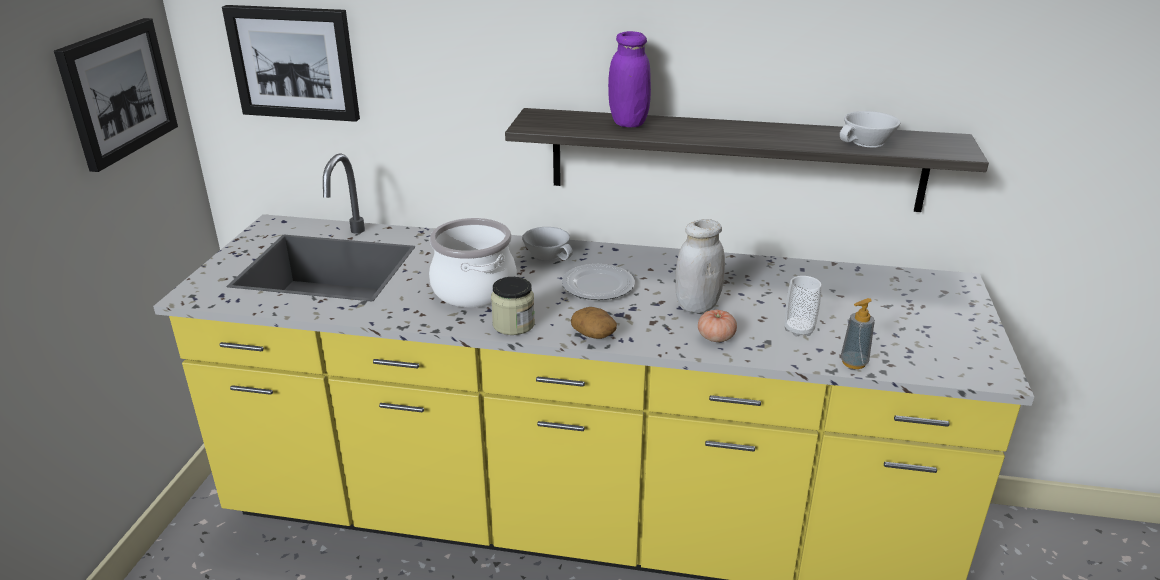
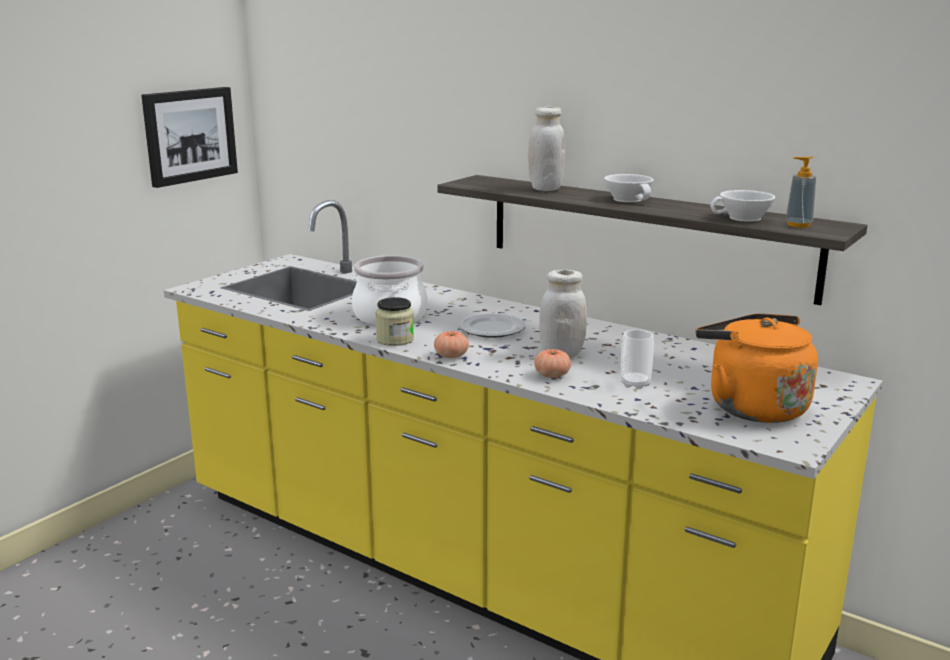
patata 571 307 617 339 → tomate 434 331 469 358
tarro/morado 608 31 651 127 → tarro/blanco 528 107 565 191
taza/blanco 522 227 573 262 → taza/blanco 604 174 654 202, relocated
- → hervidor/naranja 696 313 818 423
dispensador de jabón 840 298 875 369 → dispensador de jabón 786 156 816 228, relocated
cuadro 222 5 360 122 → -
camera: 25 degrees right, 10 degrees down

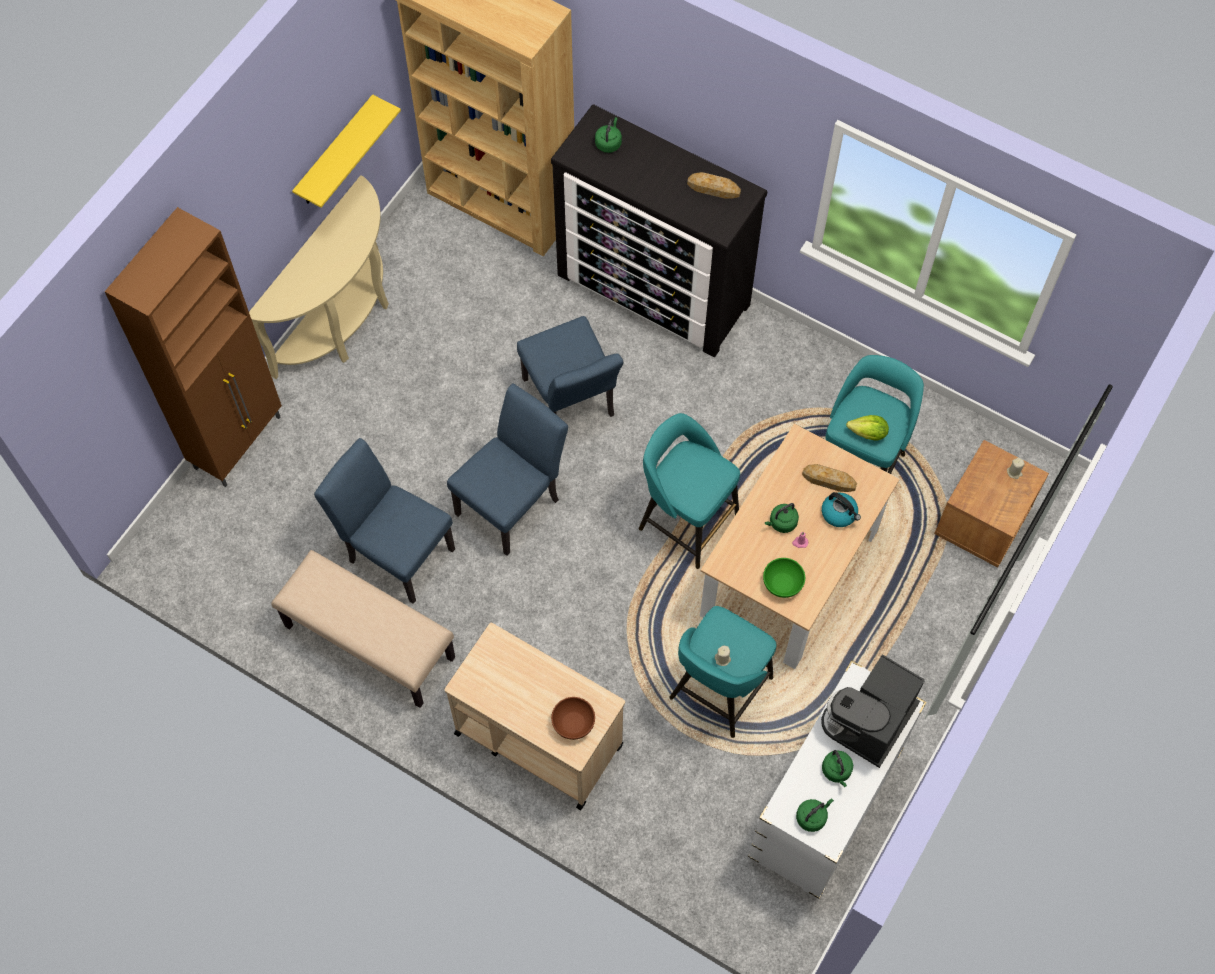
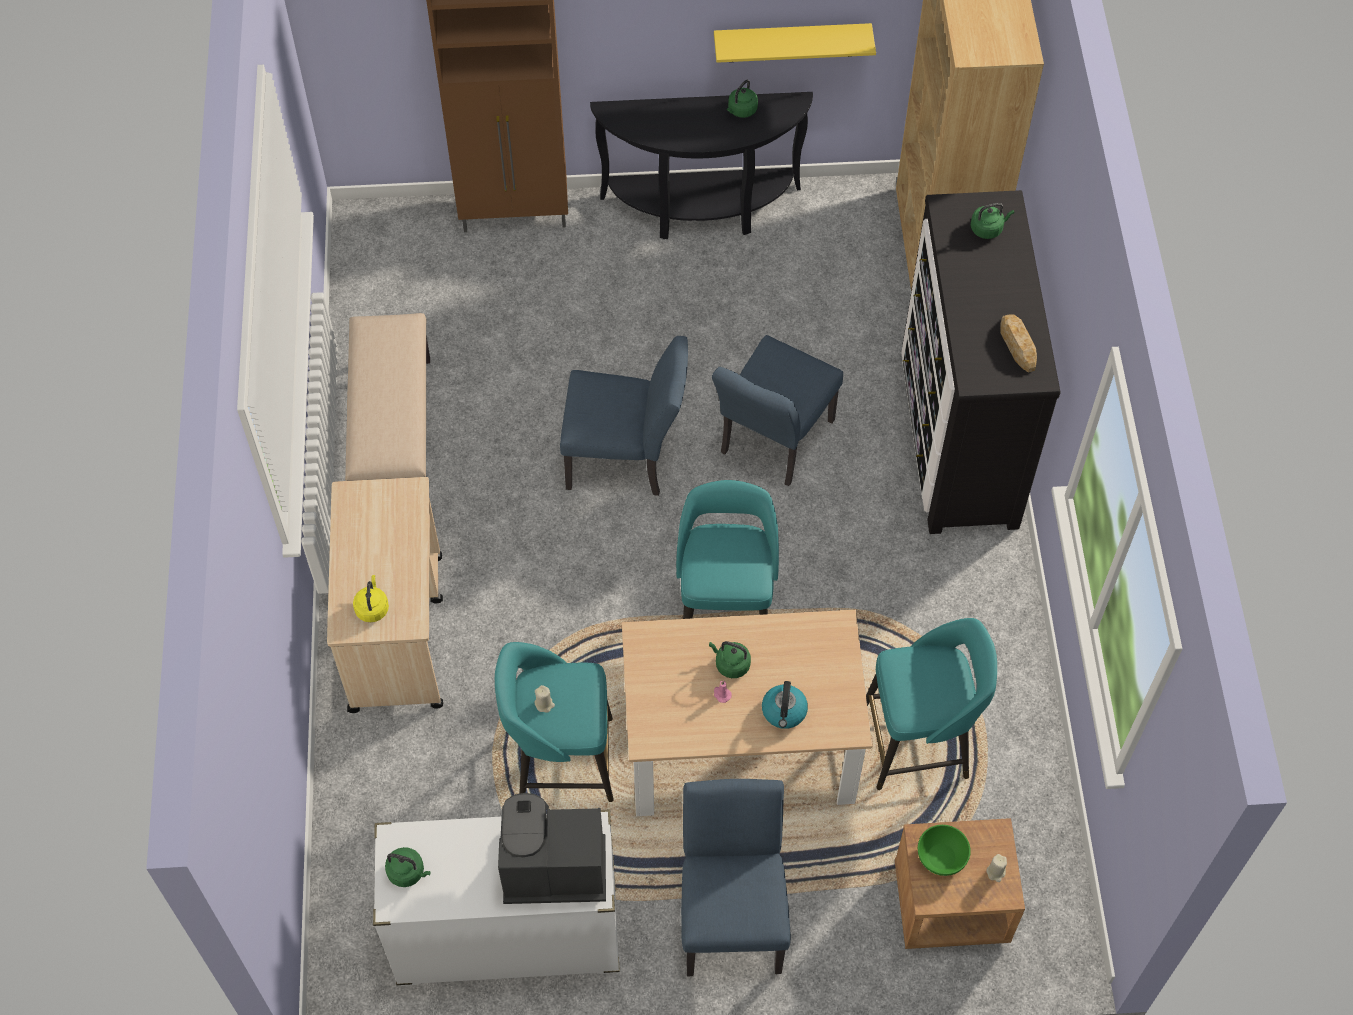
cuenco/marrón 551 697 595 740 → hervidor/amarillo 353 575 389 622
mesa consola/beis 249 175 389 379 → mesa consola/negro 590 92 813 239
silla/azul 314 438 455 604 → silla/azul 681 779 791 976, relocated
hervidor/verde 822 750 853 787 → hervidor/verde 727 80 758 118, relocated
cuenco/verde 763 558 805 598 → cuenco/verde 918 825 971 876, relocated
pan 802 464 857 492 → -
lechuga 846 415 889 441 → -
camera: 55 degrees right, 5 degrees down

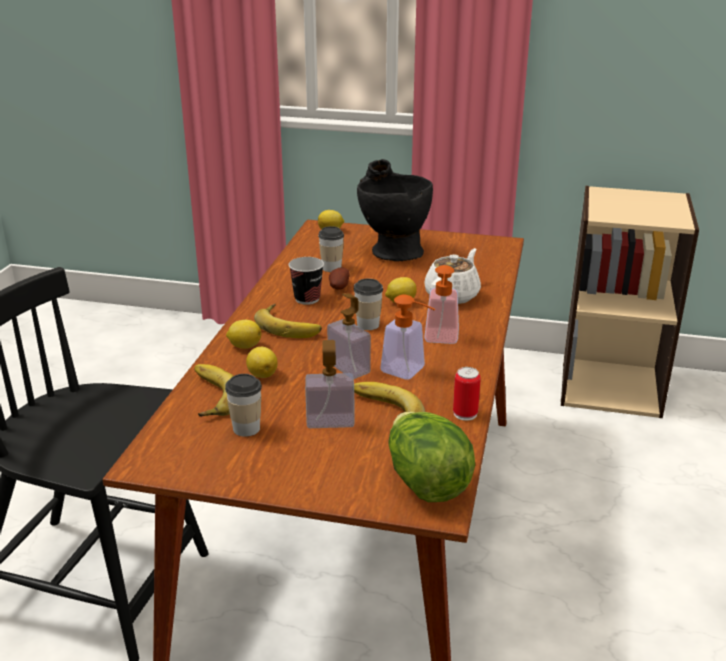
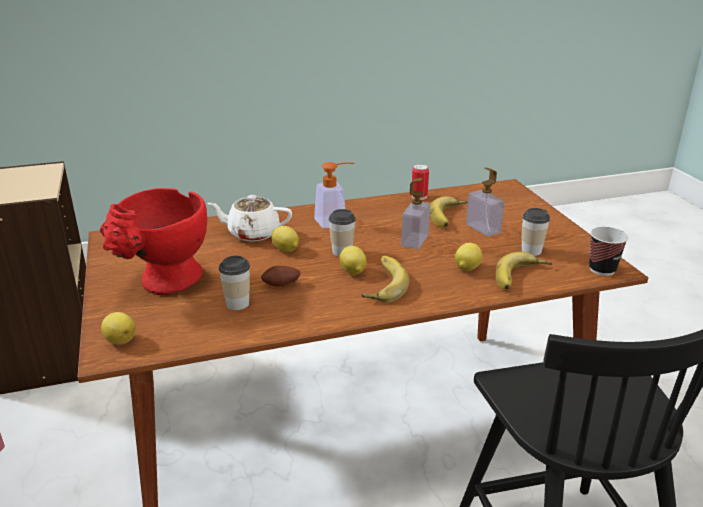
florero/negro 357 159 433 261 → florero/rojo 100 188 207 295
limón 226 320 261 349 → limón 339 246 367 275, relocated
taza 289 257 324 305 → taza 589 227 628 276, relocated
dispensador de jabón 380 294 435 380 → -
lechuga 388 412 475 502 → -
camera: 120 degrees left, 0 degrees up

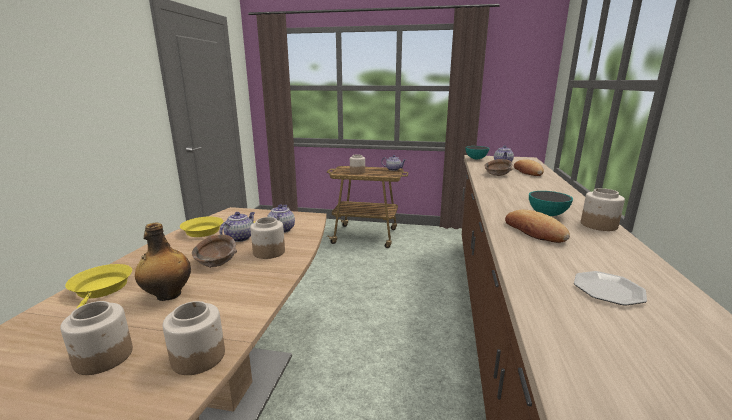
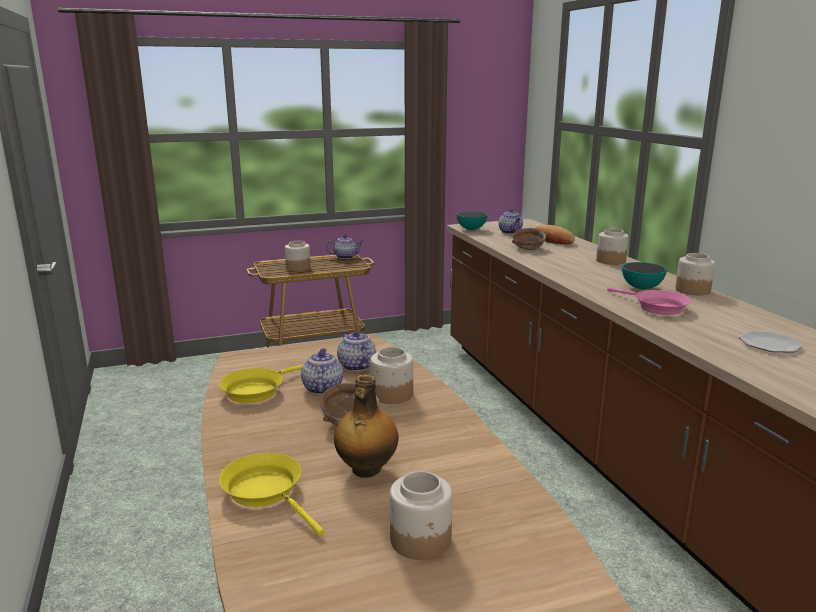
tarro 162 301 225 375 → tarro 596 228 629 265, relocated
pan 505 210 570 243 → sartén/rosa 607 287 691 315
camera: 30 degrees left, 0 degrees up

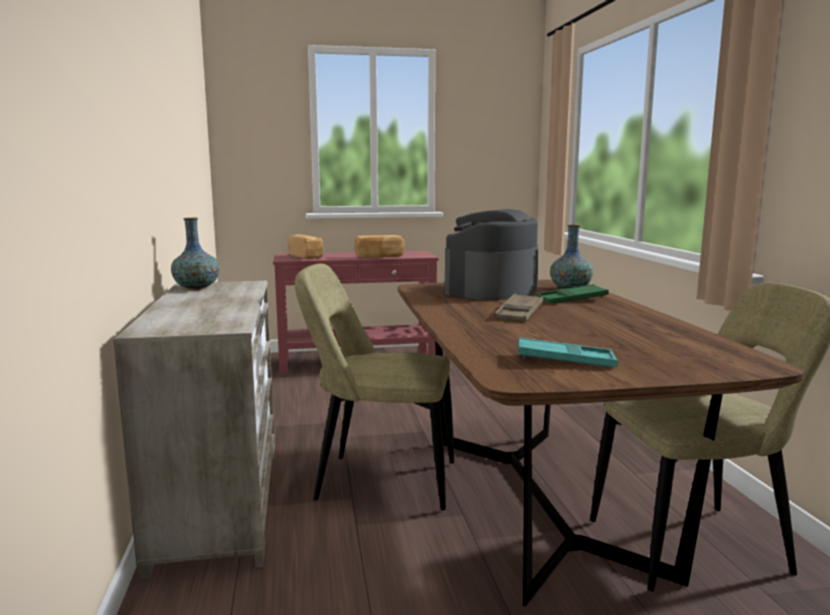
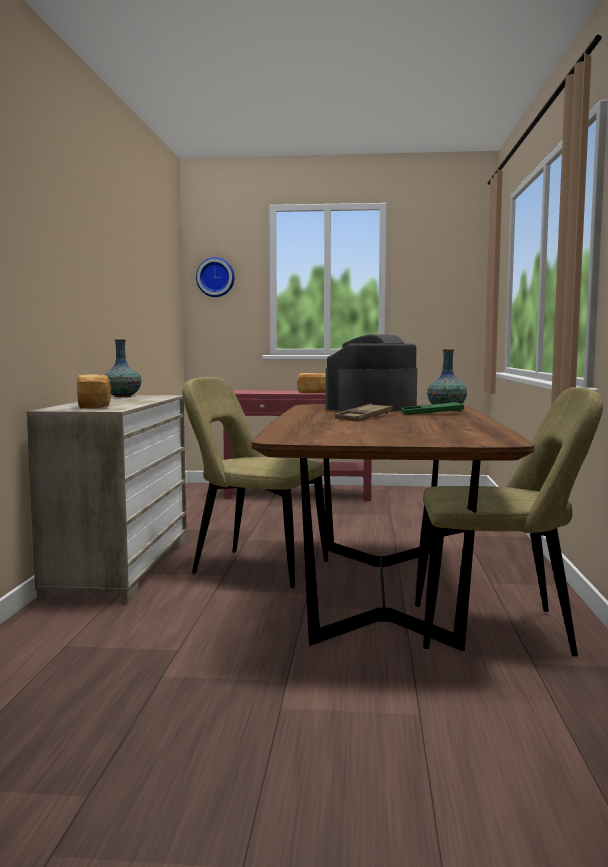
pan 288 235 323 259 → pan 77 374 111 409, relocated
- → reloj de pared 196 257 235 297
bandeja/turquesa 518 337 618 367 → -
camera: 15 degrees right, 5 degrees down

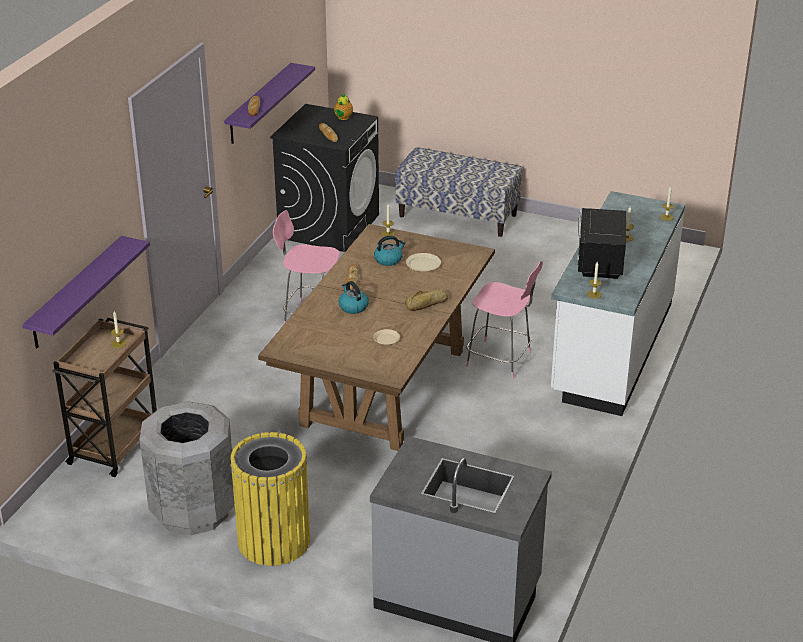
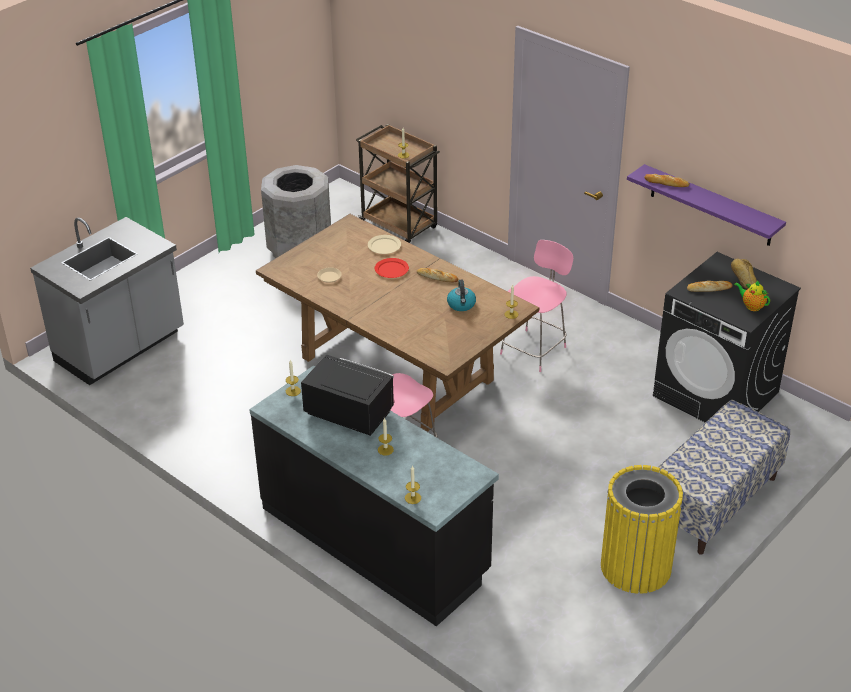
mueble bajo de cocina/blanco 551 191 685 416 → mueble bajo de cocina/negro 249 366 499 626
plato/beis 406 253 441 271 → plato/beis 368 235 401 254, relocated
hervidor 338 281 369 314 → plato/rojo 375 258 409 278
papelera/amarillo 230 432 310 566 → papelera/amarillo 601 465 683 594, relocated
pan 405 289 448 311 → pan 731 258 757 289, relocated
estante/morado 22 236 150 348 → -
camera: 110 degrees right, 5 degrees up

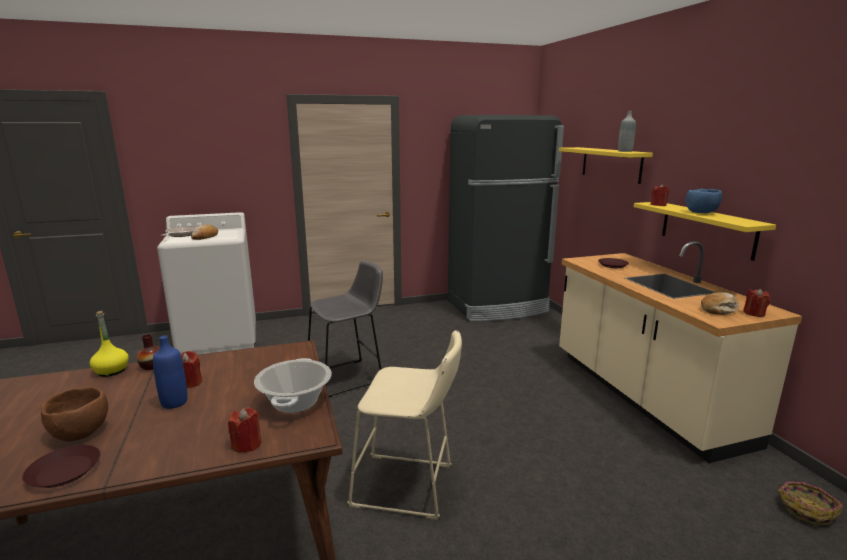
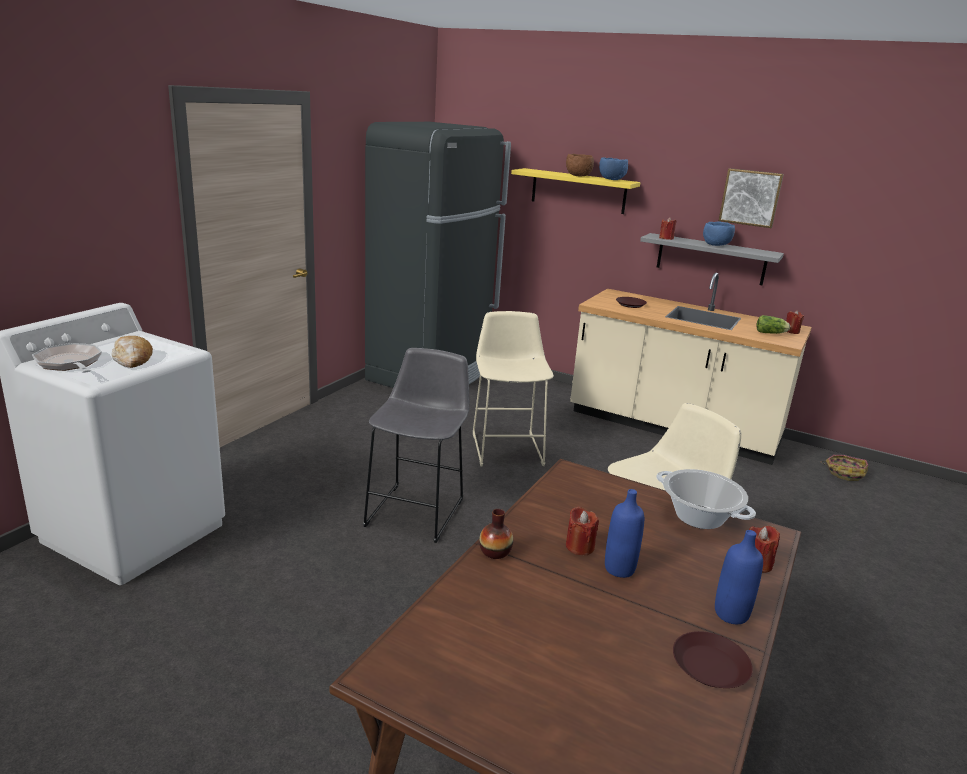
- → taburete/beis 473 311 554 467
cuenco/marrón 41 387 108 441 → cuenco/marrón 566 154 594 176, relocated
botella/gris 618 111 636 152 → cuenco/azul 599 157 628 180
estante/amarillo 634 202 776 261 → estante/gris 640 233 784 285
- → botella/azul 715 530 763 624
- → cuadro 719 168 784 228
pan 701 292 739 315 → lechuga 756 315 790 334
botella/amarillo 90 311 129 377 → -
camera: 45 degrees left, 5 degrees up

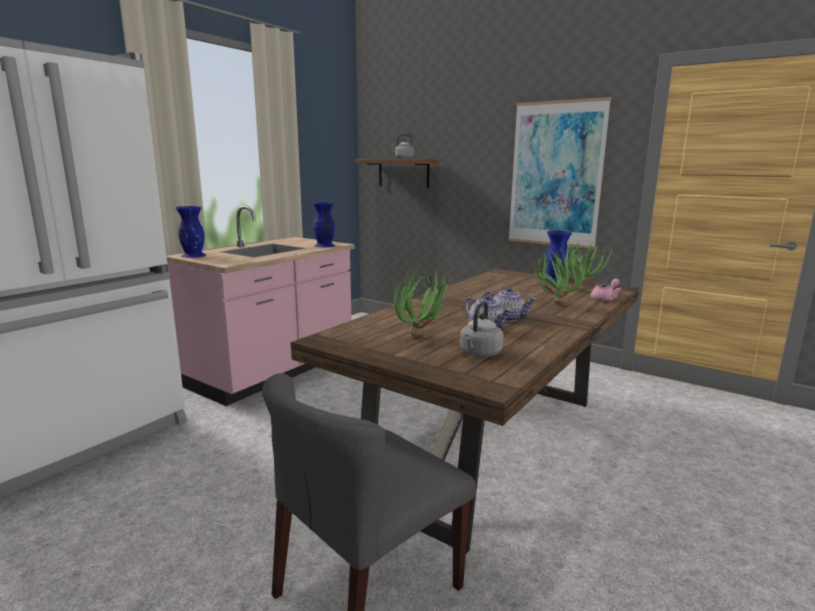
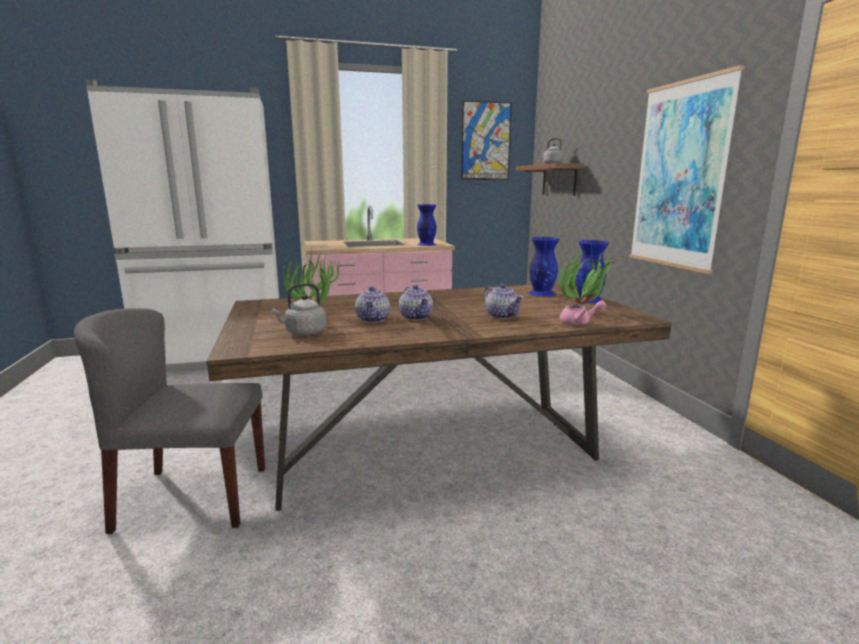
- → cuadro 461 100 512 180
planta en maceta 534 249 585 305 → tetera 483 284 524 319
florero/azul 176 206 206 258 → florero/azul 528 237 560 297, relocated
camera: 40 degrees right, 0 degrees up

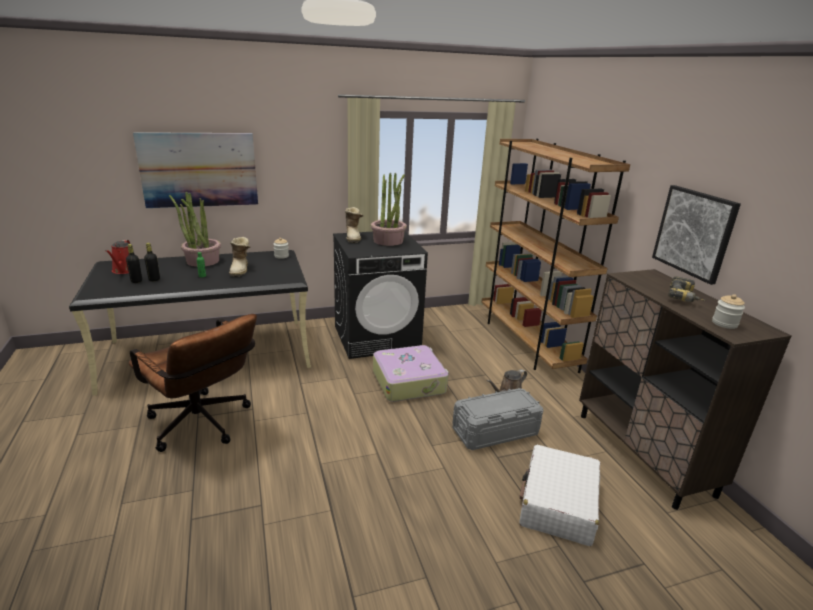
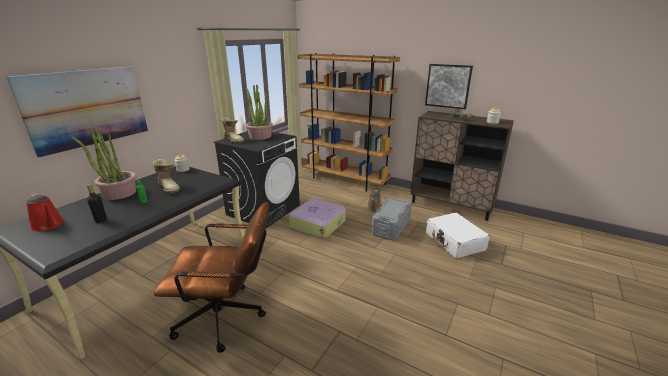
botella/negro 126 244 142 283 → -
camera: 40 degrees left, 0 degrees up

